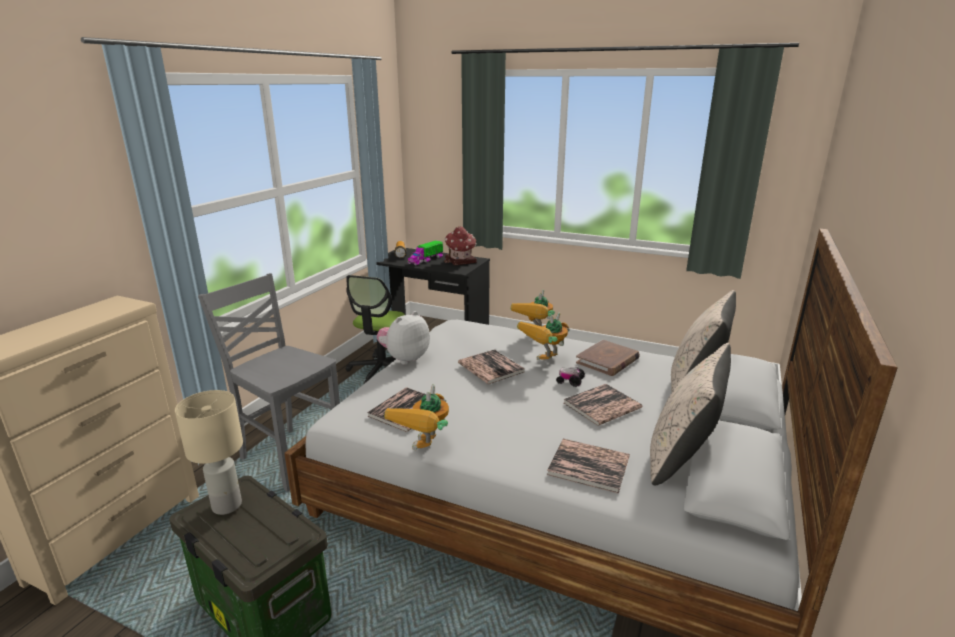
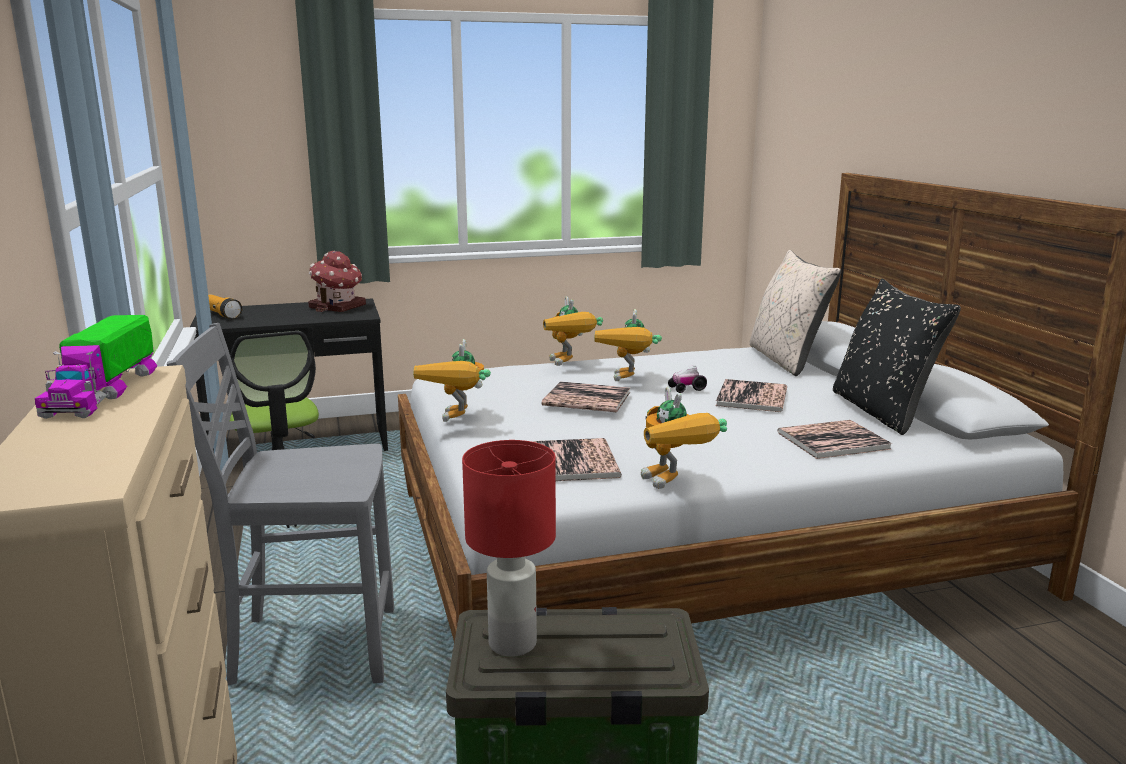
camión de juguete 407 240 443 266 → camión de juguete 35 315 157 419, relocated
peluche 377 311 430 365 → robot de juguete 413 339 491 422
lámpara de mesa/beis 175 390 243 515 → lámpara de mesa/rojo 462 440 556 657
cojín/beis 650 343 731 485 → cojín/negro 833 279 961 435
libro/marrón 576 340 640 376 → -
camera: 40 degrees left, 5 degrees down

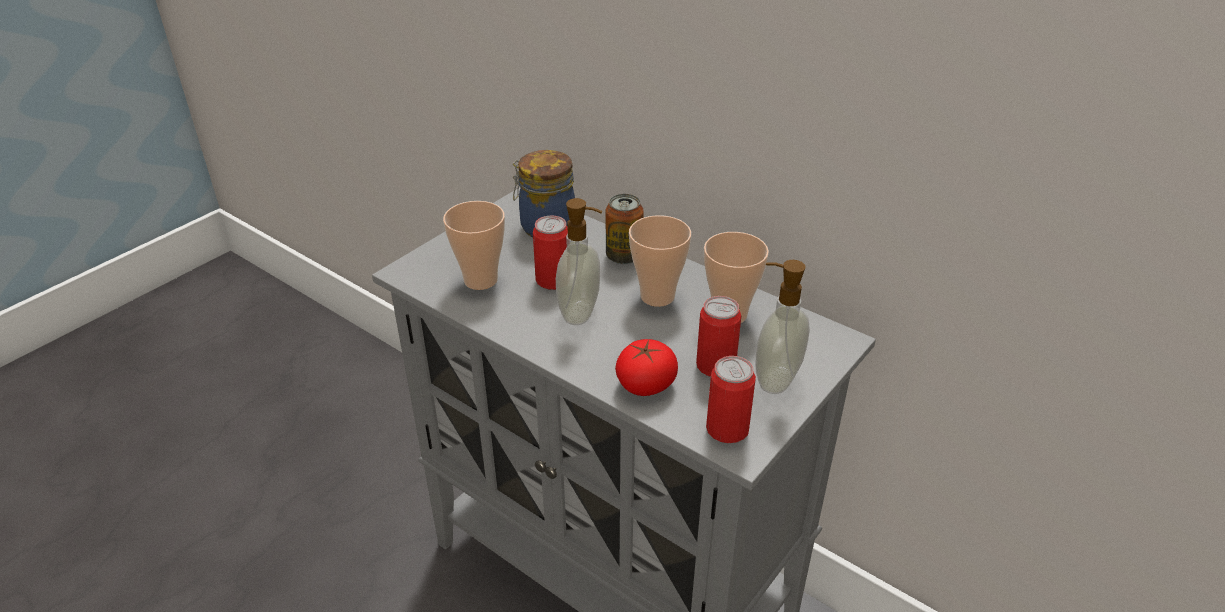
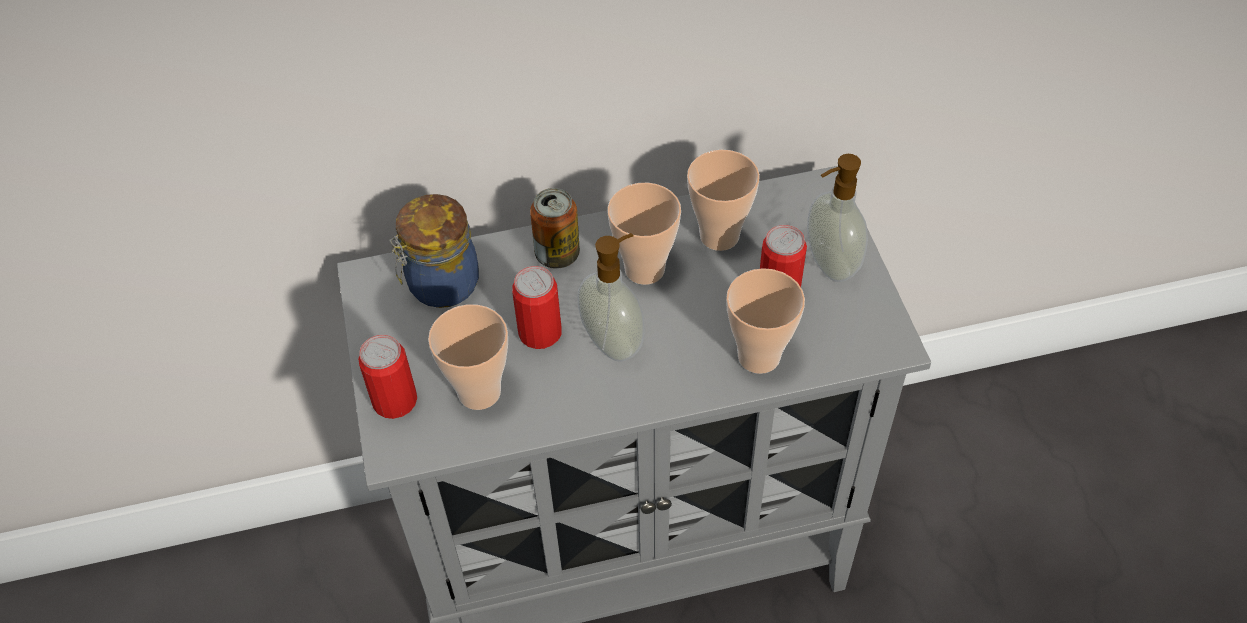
lata 706 356 756 443 → lata 358 335 417 419, relocated
tomate 615 339 678 396 → taza 726 268 805 374
camera: 50 degrees left, 15 degrees up

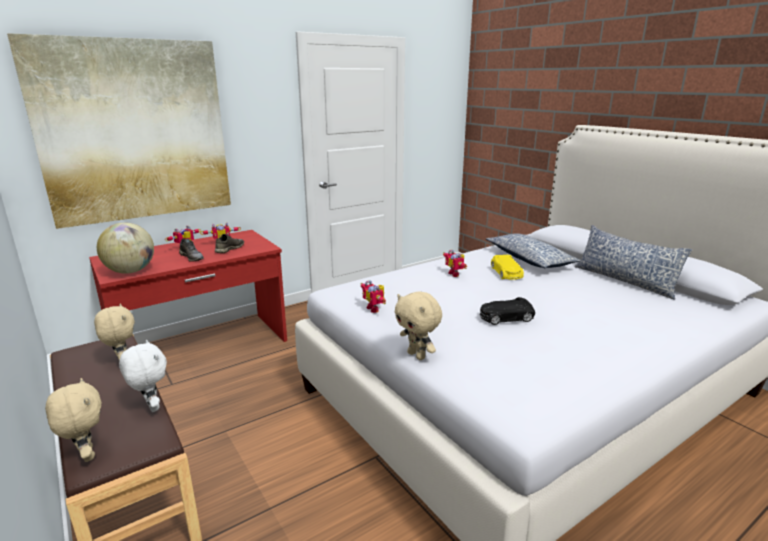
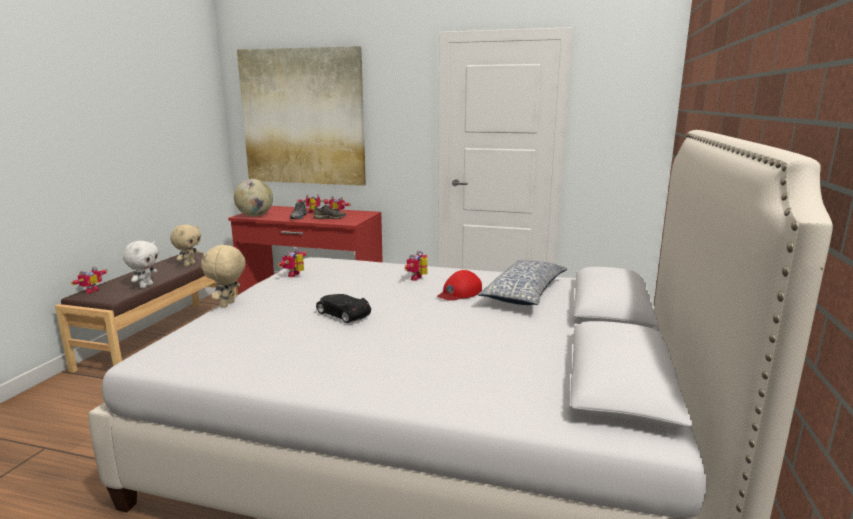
peluche/beis 45 378 102 462 → robot de juguete 70 267 108 294
coche de juguete/amarillo 491 255 524 280 → gorra/rojo 437 270 482 301
cojín 574 225 693 300 → -
camera: 50 degrees right, 5 degrees down

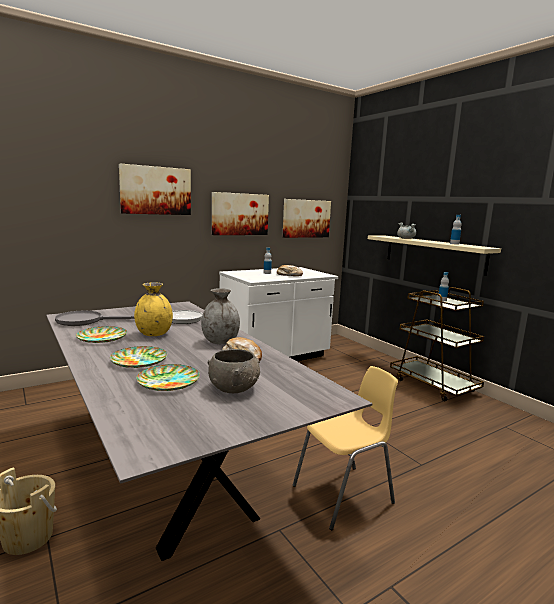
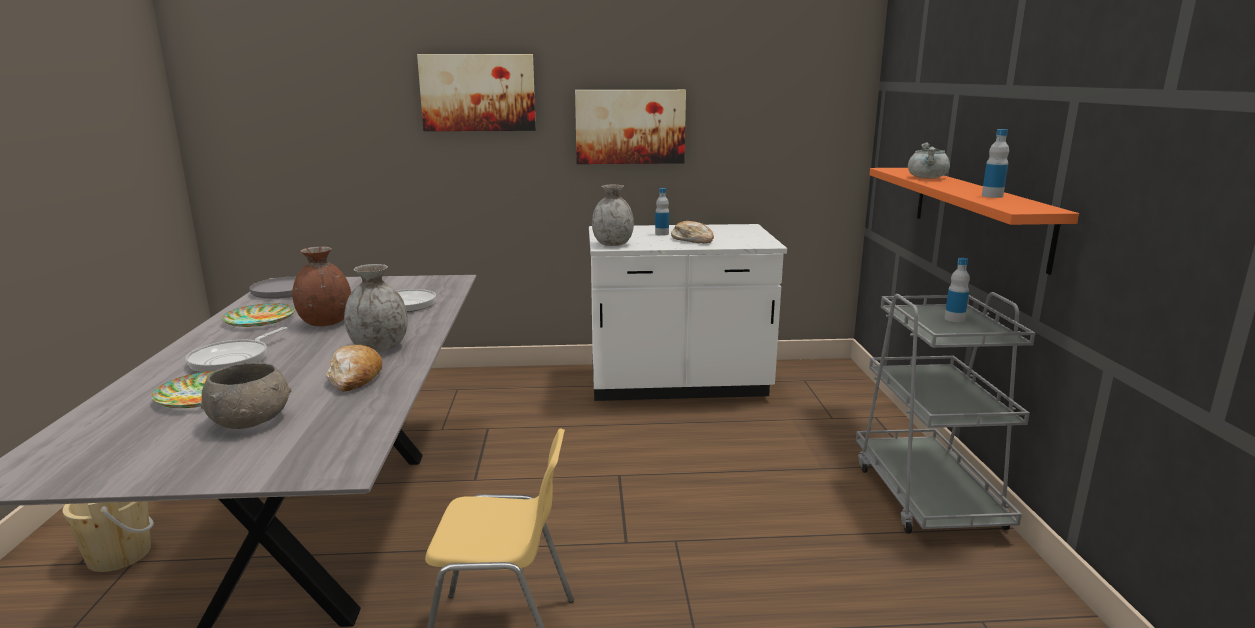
plato 110 346 167 368 → sartén 185 327 288 372
florero/amarillo 134 282 173 336 → florero/marrón 292 247 351 326
- → florero/gris 592 185 634 246
carrito/marrón 390 287 484 401 → carrito/gris 856 292 1035 534
estante/beis 368 235 501 276 → estante/naranja 870 168 1079 275
cuadro 282 199 331 238 → -
camera: 30 degrees right, 5 degrees up

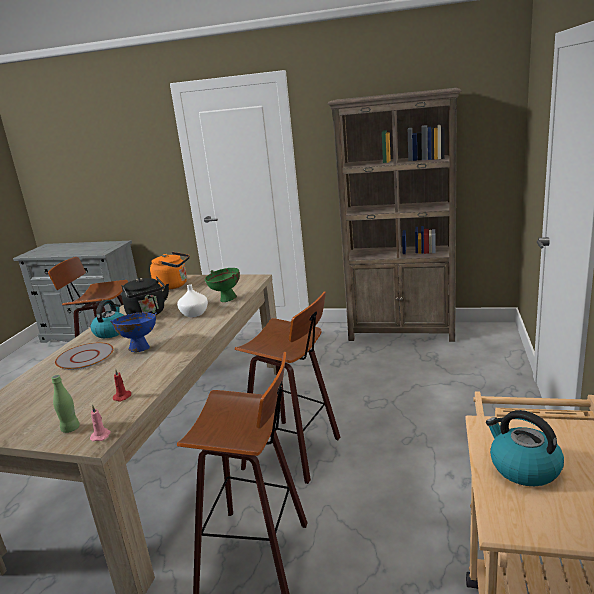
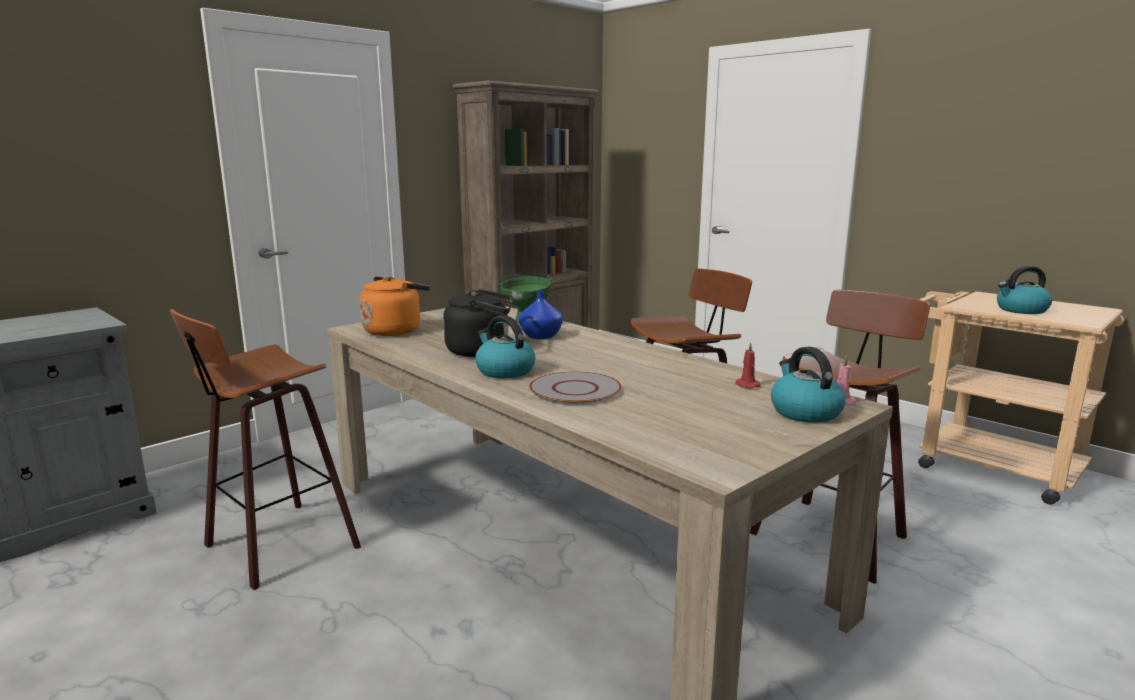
florero/blanco 177 284 208 317 → florero/azul 519 291 563 339
botella/verde 51 375 80 433 → hervidor 771 347 846 423
cuenco/azul 110 312 157 352 → -
camera: 60 degrees left, 5 degrees down

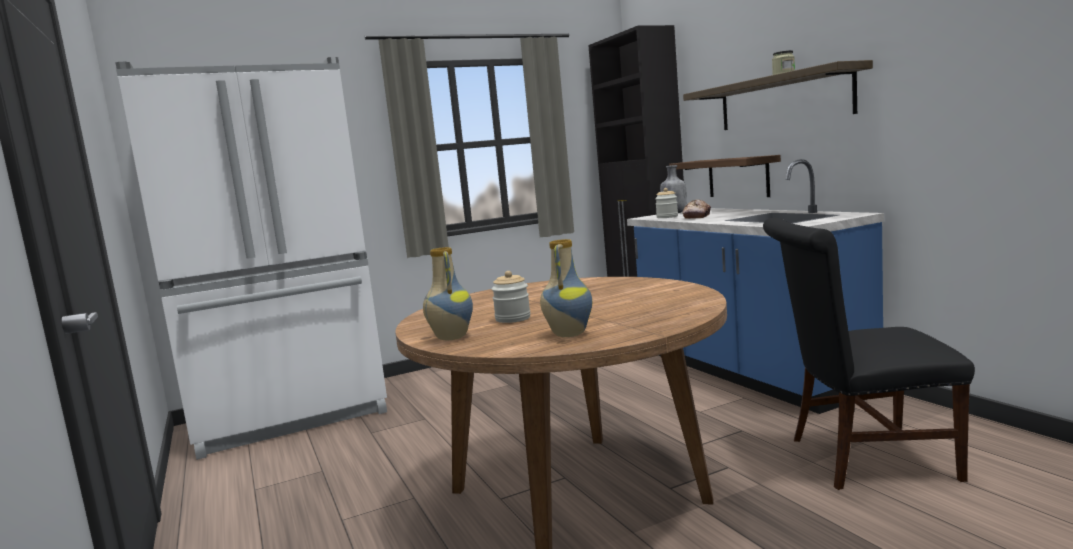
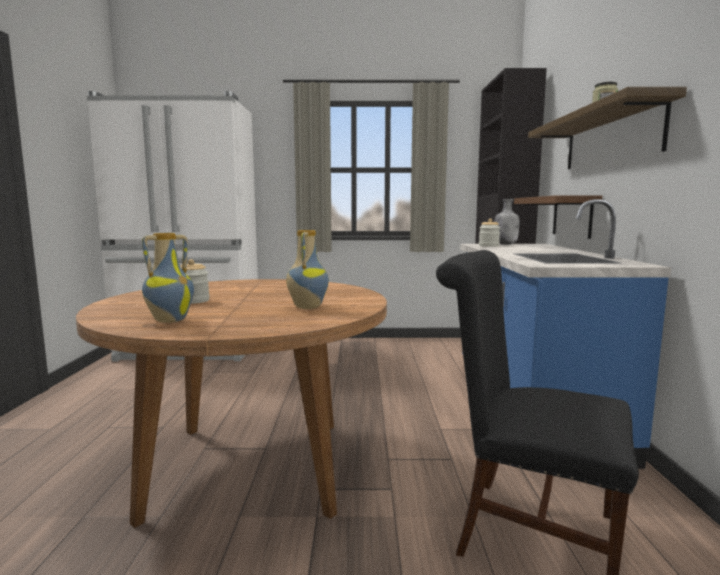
florero 423 247 473 340 → florero 286 230 329 309, relocated
pan 683 200 711 219 → -
camera: 25 degrees right, 0 degrees up

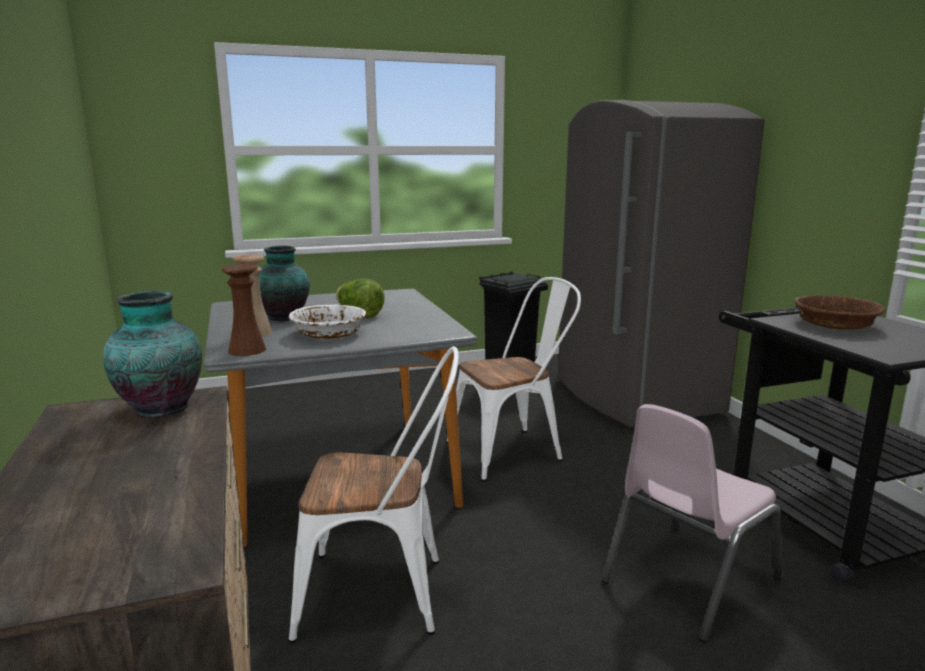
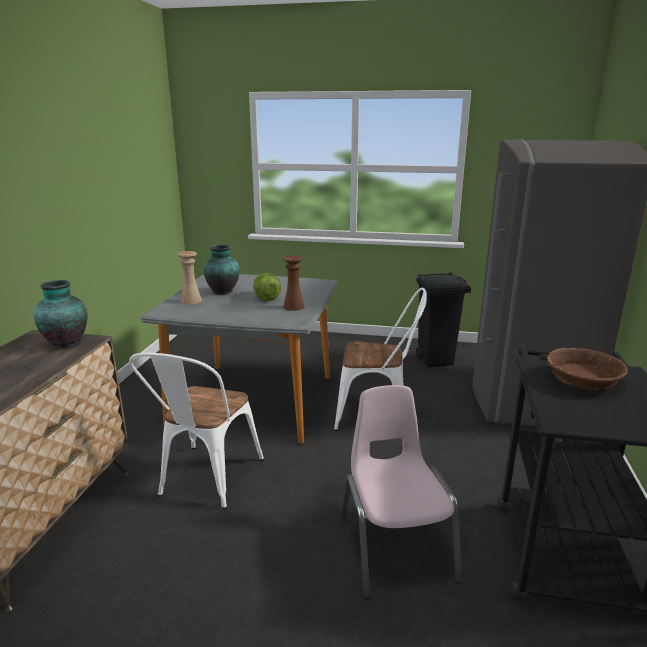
silla/blanco 289 346 459 643 → silla/blanco 129 353 264 509, 75 degrees clockwise
florero/marrón 222 265 266 356 → florero/marrón 283 256 305 311, relocated
silla/rosa 601 404 783 643 → silla/rosa 341 385 462 599, 90 degrees clockwise
cuenco/blanco 289 305 367 339 → -
camera: 30 degrees right, 5 degrees up

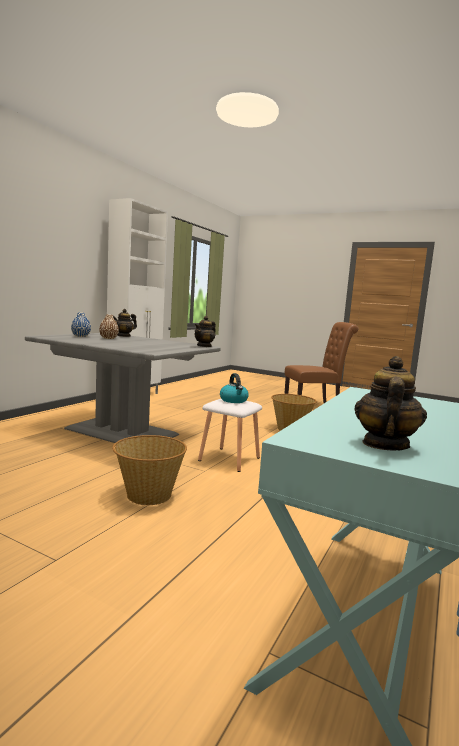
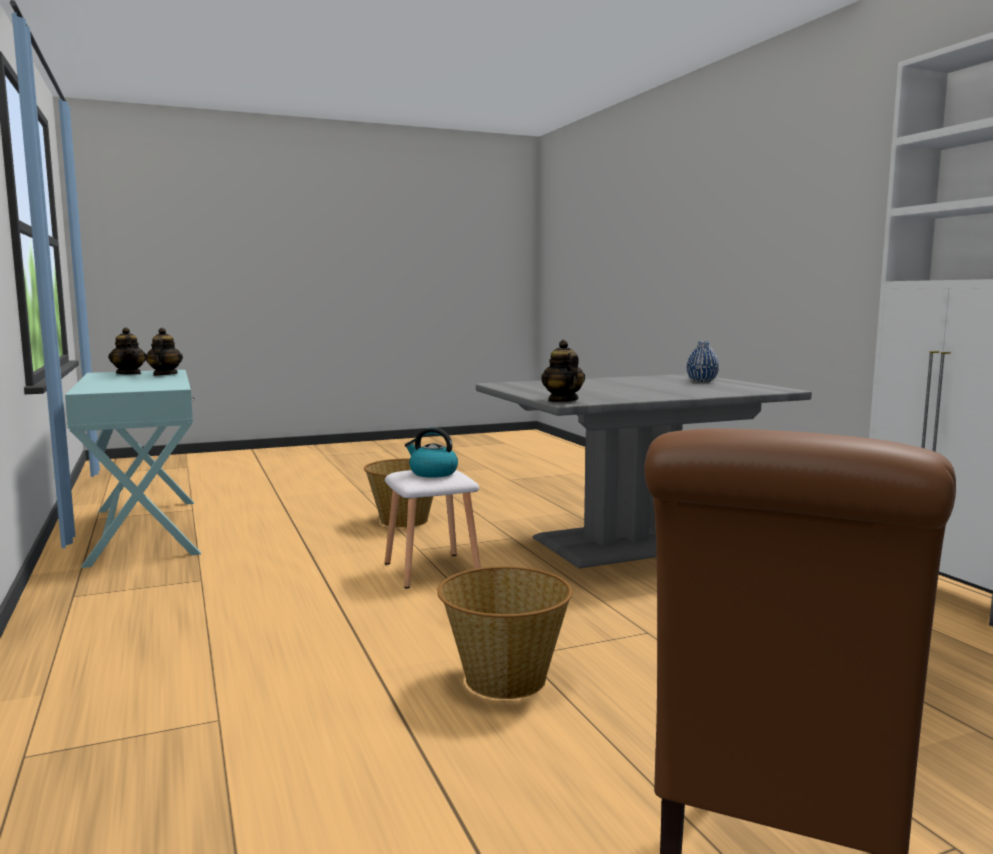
tetera 113 309 137 337 → tetera 145 328 183 376, relocated
florero/marrón 99 315 119 339 → -
camera: 130 degrees right, 0 degrees up

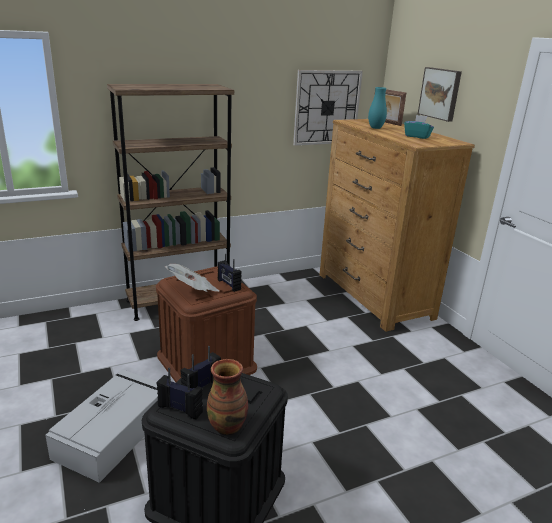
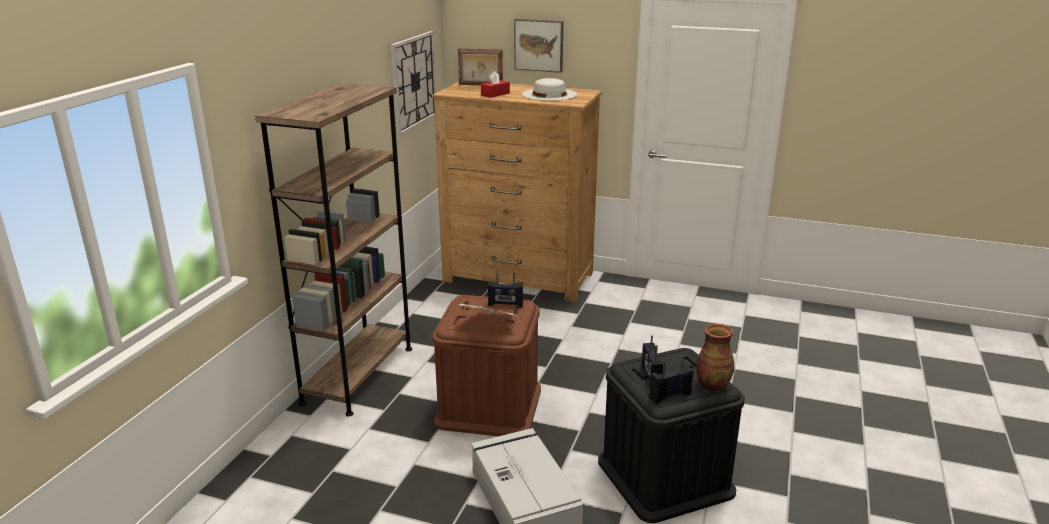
florero/turquesa 368 87 387 129 → caja de pañuelos/rojo 481 71 510 98
caja de pañuelos/turquesa 404 115 434 139 → sombrero/blanco 522 78 577 101
camera: 45 degrees left, 0 degrees up

